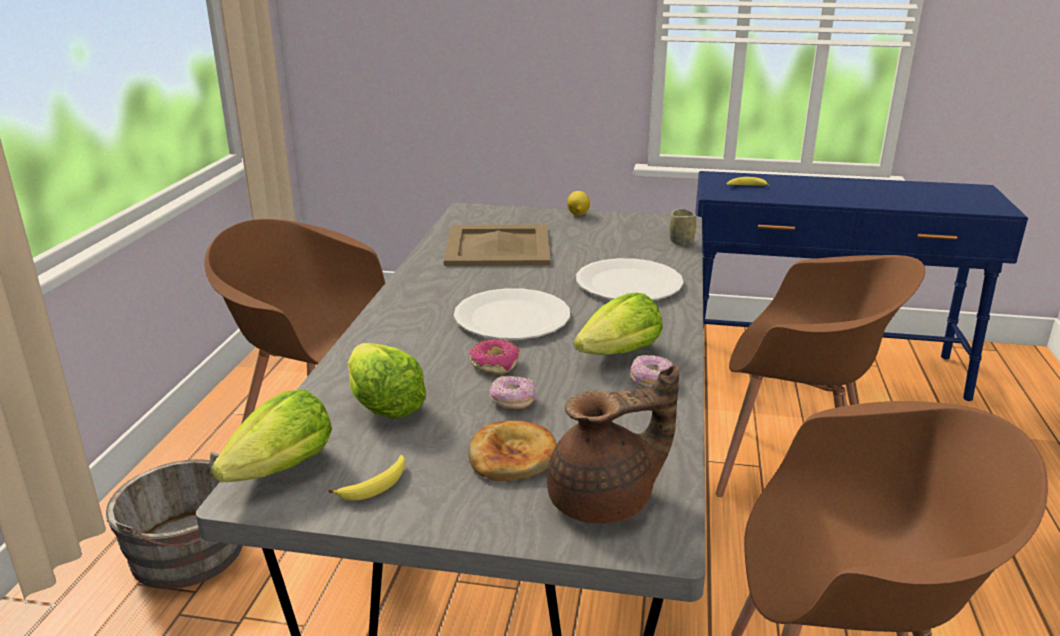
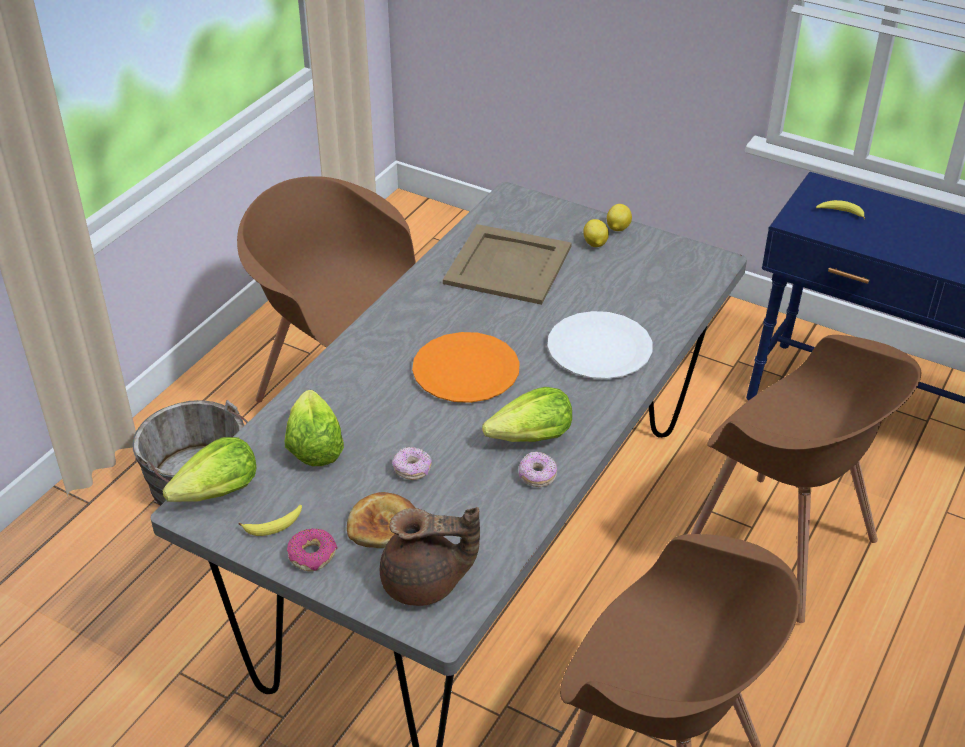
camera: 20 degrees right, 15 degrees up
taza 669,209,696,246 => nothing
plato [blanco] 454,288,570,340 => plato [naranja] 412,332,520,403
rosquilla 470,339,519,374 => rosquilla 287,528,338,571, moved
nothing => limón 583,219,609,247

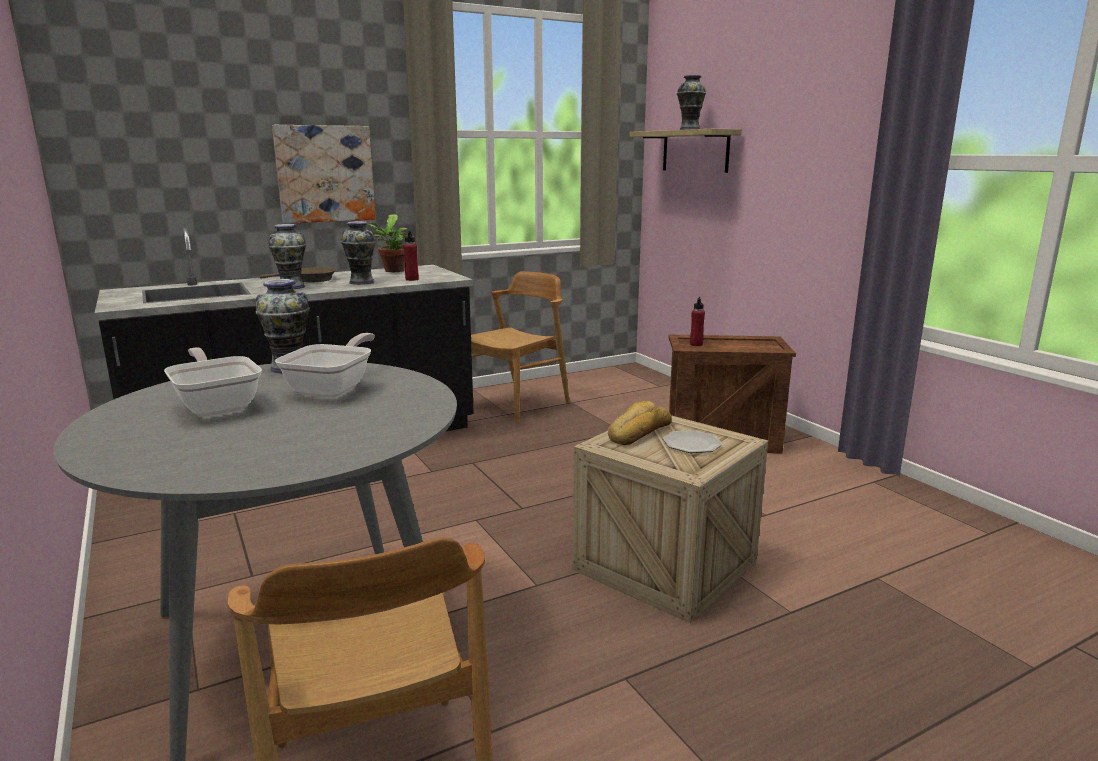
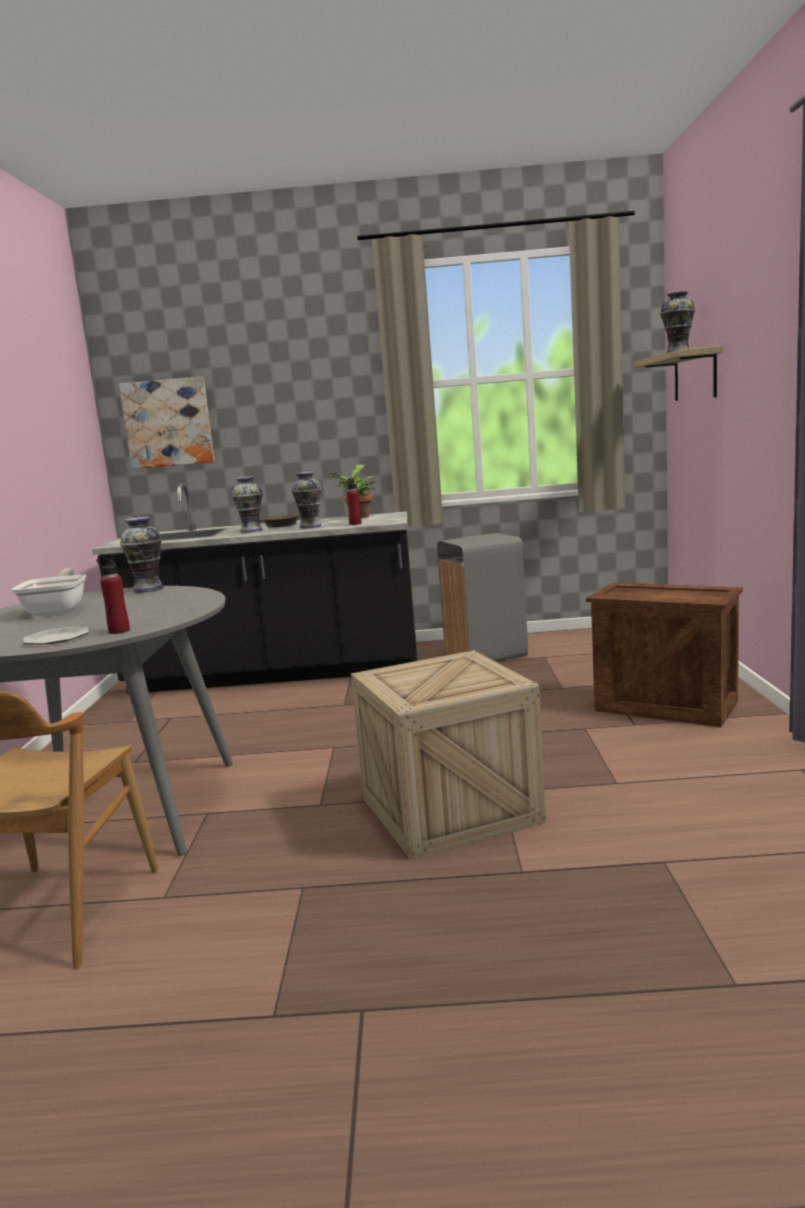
camera: 30 degrees right, 5 degrees down
cuadro 272,125,376,224 => cuadro 119,377,215,469, moved
silla [marrón] 471,271,569,425 => papelera [gris] 437,533,528,662
botella [rojo] 690,297,705,346 => botella [rojo] 97,556,130,634, moved
sartén 275,333,375,398 => nothing
pan 608,401,672,445 => nothing
plato 663,430,723,453 => plato 23,627,89,645, moved

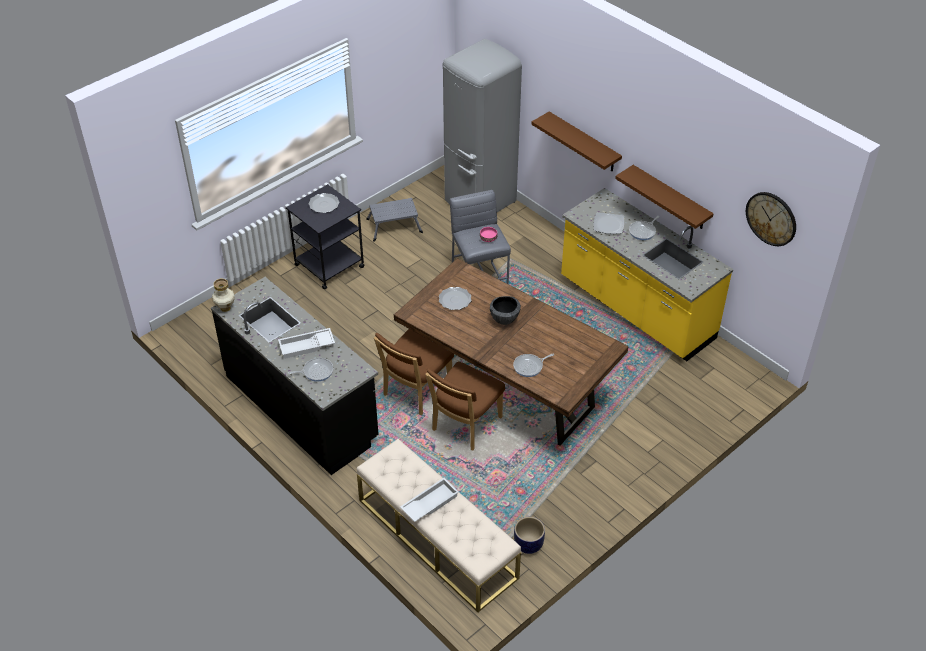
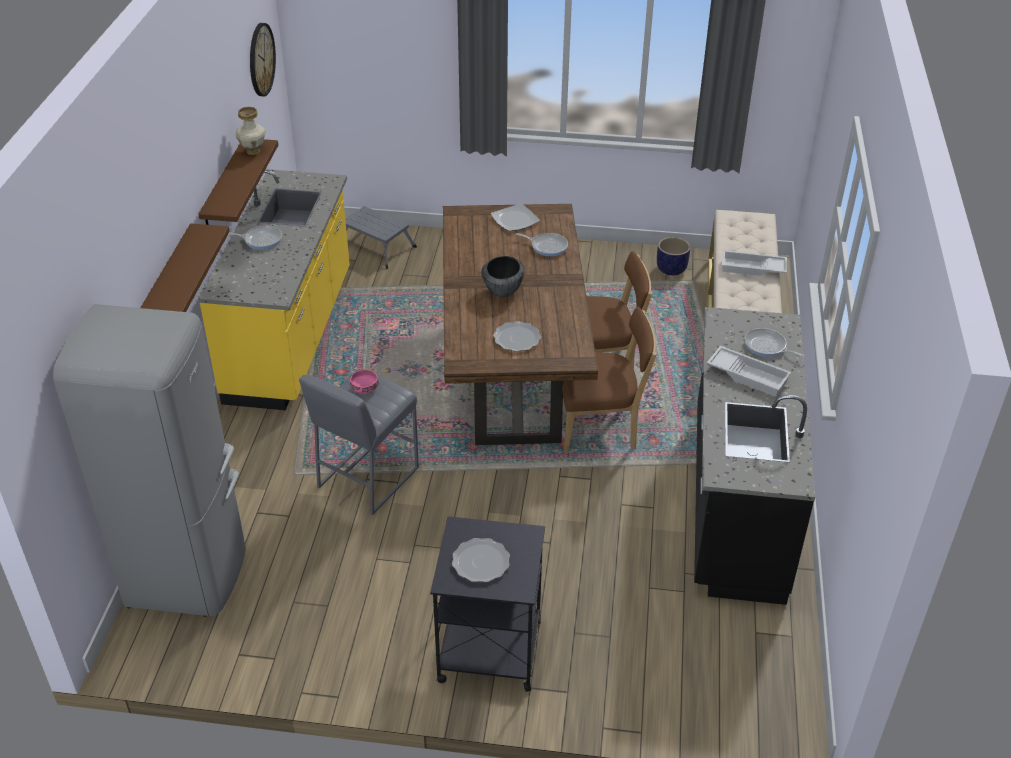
camera: 130 degrees left, 5 degrees down
escalera de tijera [gris] 366,198,423,242 => escalera de tijera [gris] 345,206,417,269, moved
plato 593,213,624,234 => plato 491,204,540,231, moved
florero 212,279,235,312 => florero 236,106,266,155, moved

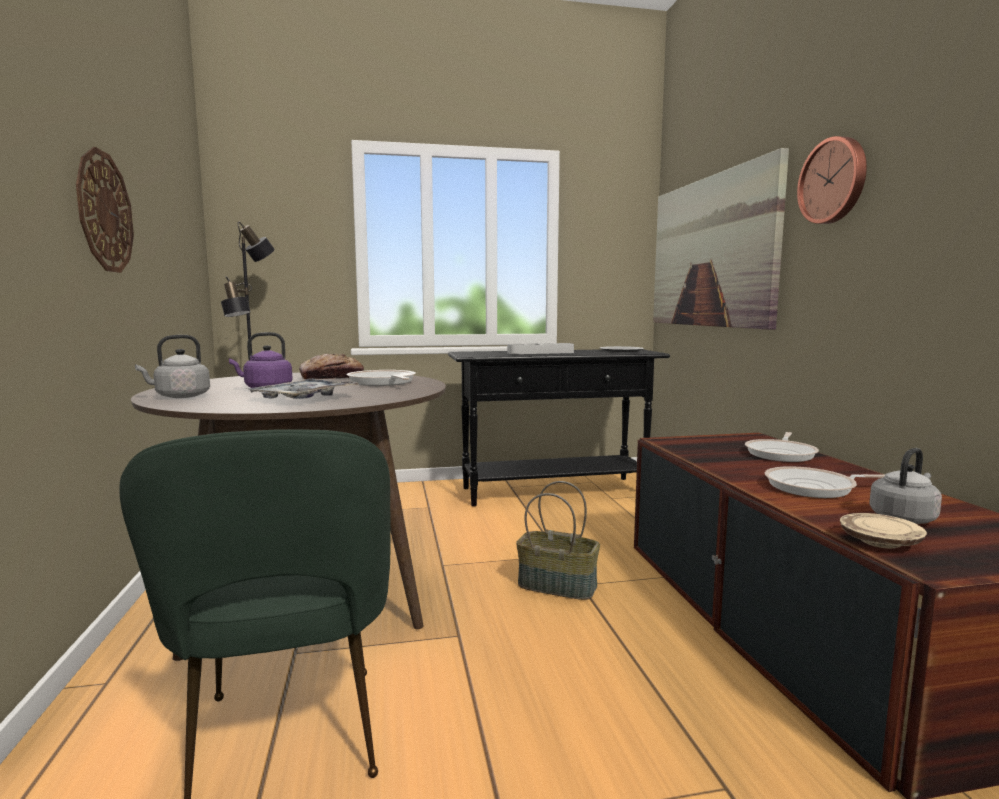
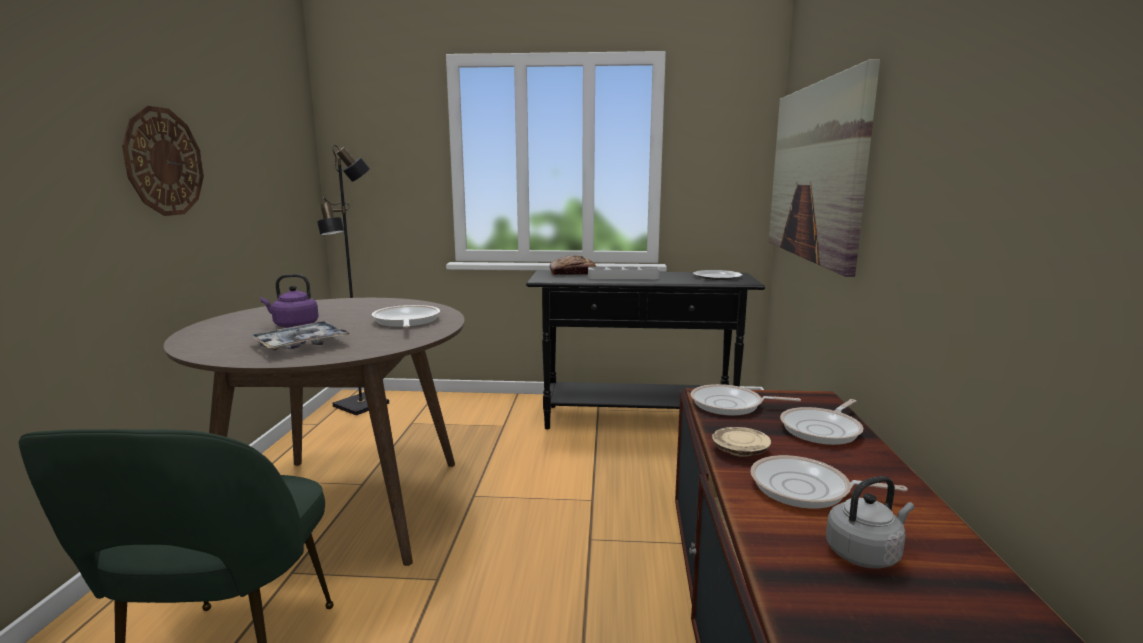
camera: 15 degrees right, 5 degrees up
reloj de pared 797,136,867,224 => nothing
hervidor [gris] 135,335,210,398 => nothing
pan 299,354,364,379 => pan 550,255,596,275, moved
cesta 516,481,600,600 => nothing
plato [beis] 840,513,927,548 => plato [beis] 712,427,771,457, moved
nothing => sartén 691,384,801,416

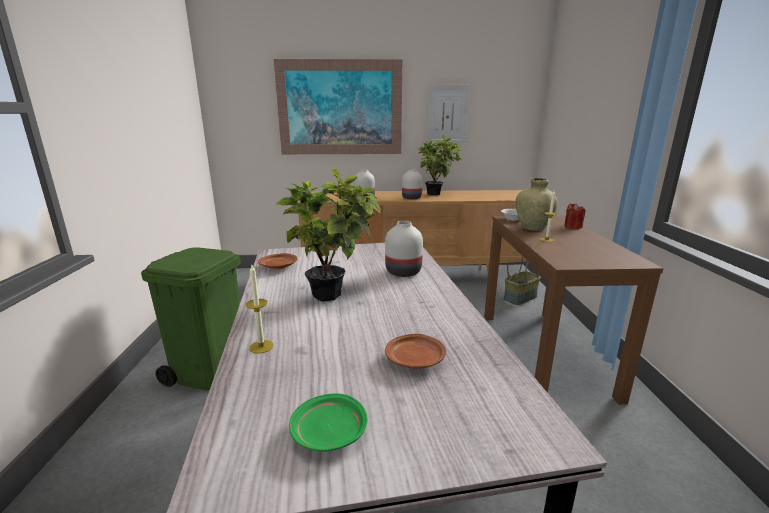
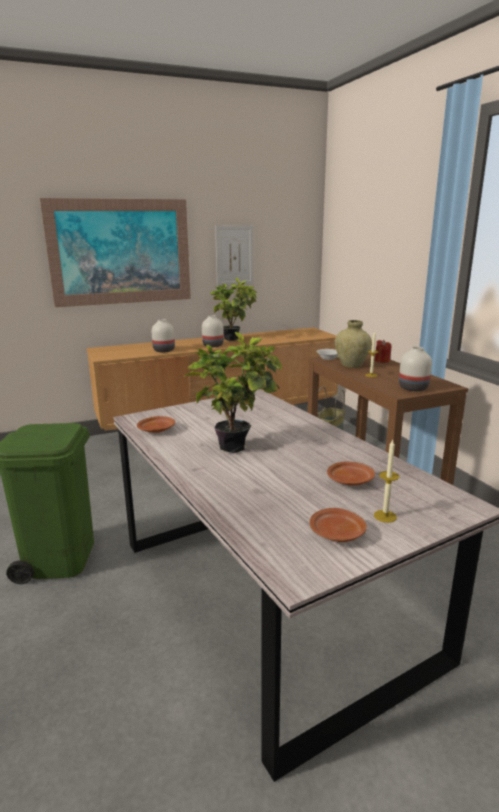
camera: 20 degrees left, 0 degrees up
florero [blanco] 385,221,423,277 => florero [blanco] 399,347,432,391, moved
vela 245,265,274,354 => vela 374,440,399,523, moved
plato [verde] 289,393,368,451 => plato [marrón] 310,508,367,542

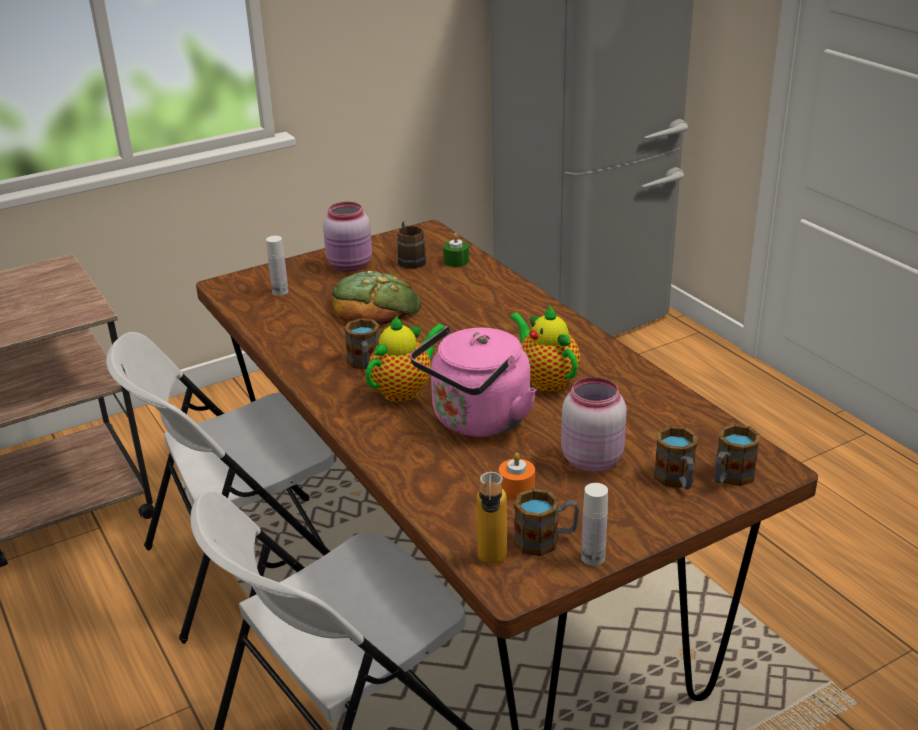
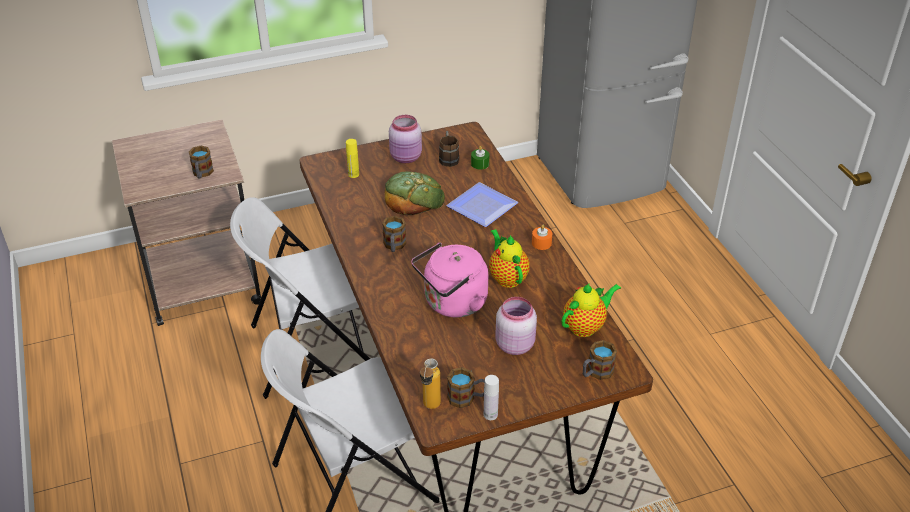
camera: 10 degrees right, 10 degrees up
botella [blanco] 266,236,289,296 => botella [amarillo] 346,139,359,178
tetera 365,315,445,402 => tetera 561,283,621,337, moved
taza grande 654,426,697,489 => taza grande 189,146,214,179, moved
vela [naranja] 499,453,535,500 => vela [naranja] 532,225,552,250, moved
nothing => plato 446,182,518,227

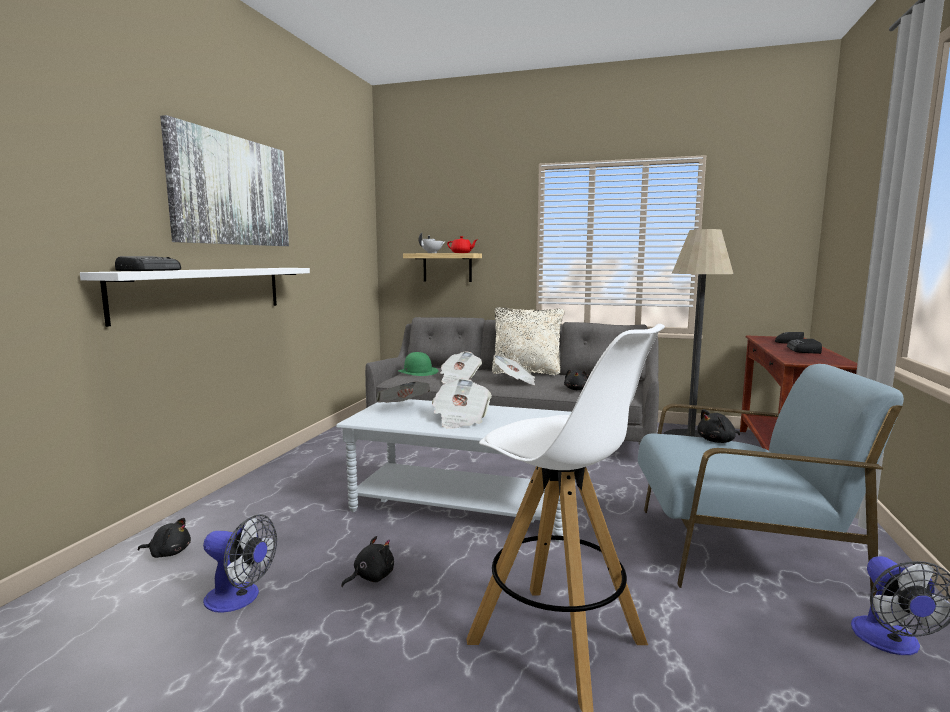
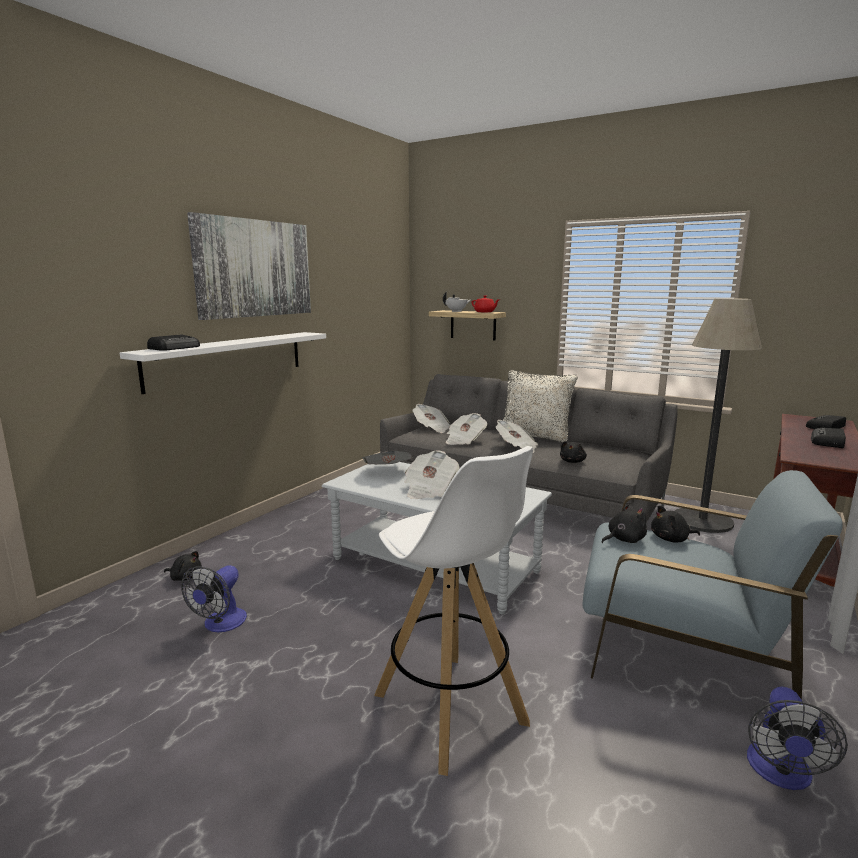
camera: 15 degrees right, 5 degrees up
sombrero [verde] 398,352,438,376 => periódico 413,404,450,433
ventilador 203,514,277,613 => ventilador 181,565,247,632, 75 degrees clockwise
peluche [negro] 341,536,394,587 => peluche [negro] 601,504,647,543, moved

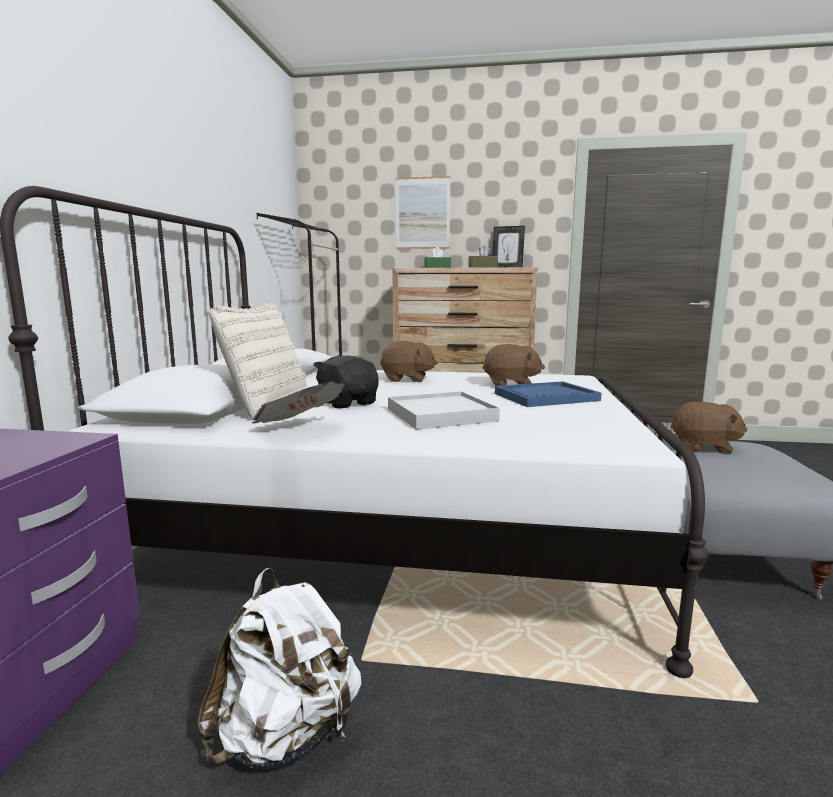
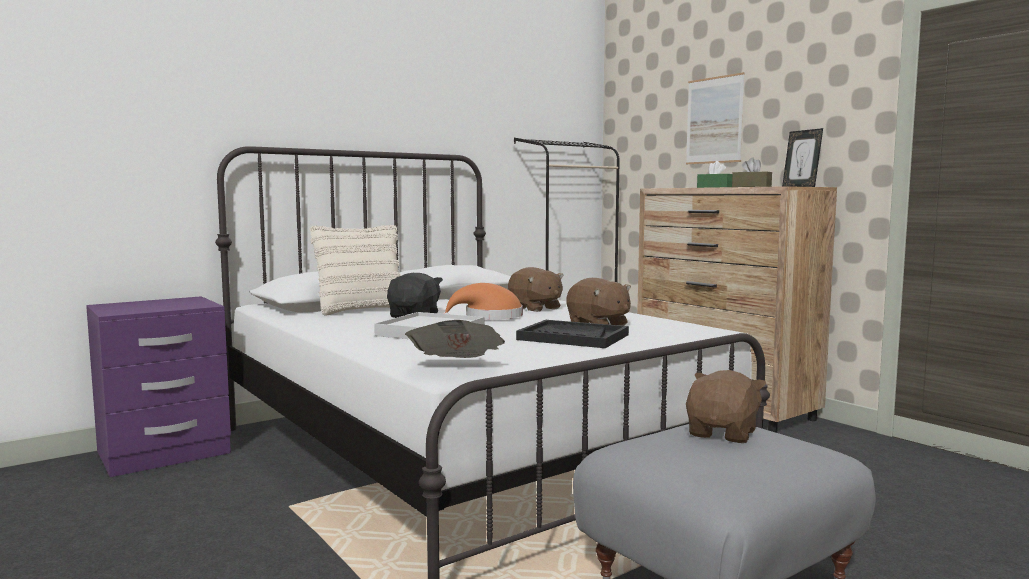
camera: 45 degrees right, 5 degrees down
periódico 252,381,345,424 => periódico 405,320,505,358, moved
bandeja [azul] 495,381,602,407 => bandeja [negro] 516,320,629,348
peluche [marrón] 671,402,748,453 => peluche [marrón] 686,370,767,443, 120 degrees counterclockwise
mochila [blanco] 197,568,362,769 => nothing
nothing => sombrero [naranja] 443,283,523,319

